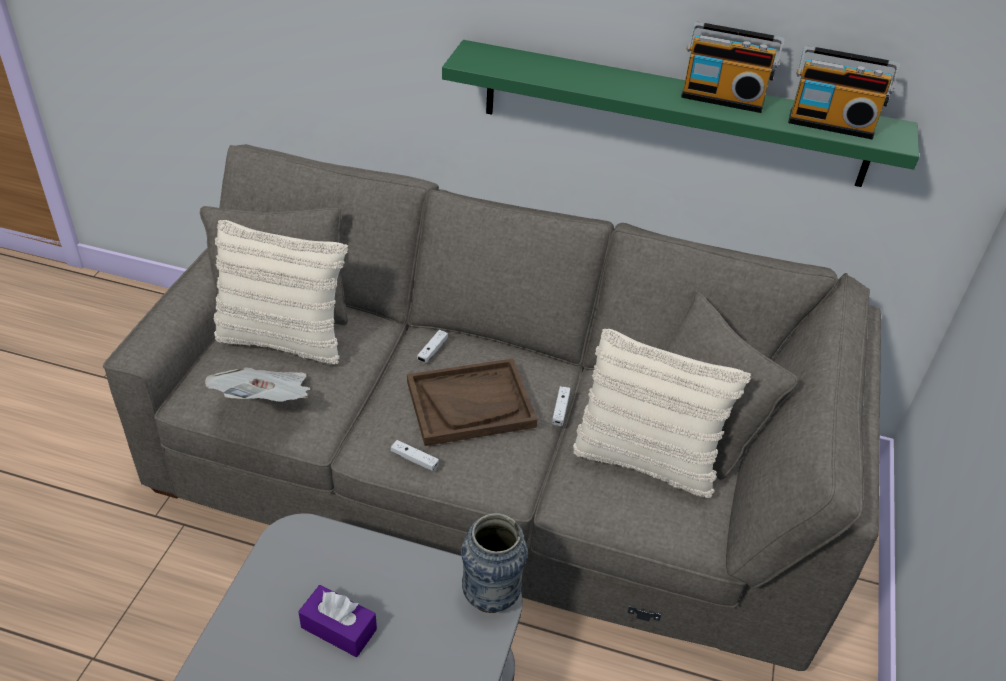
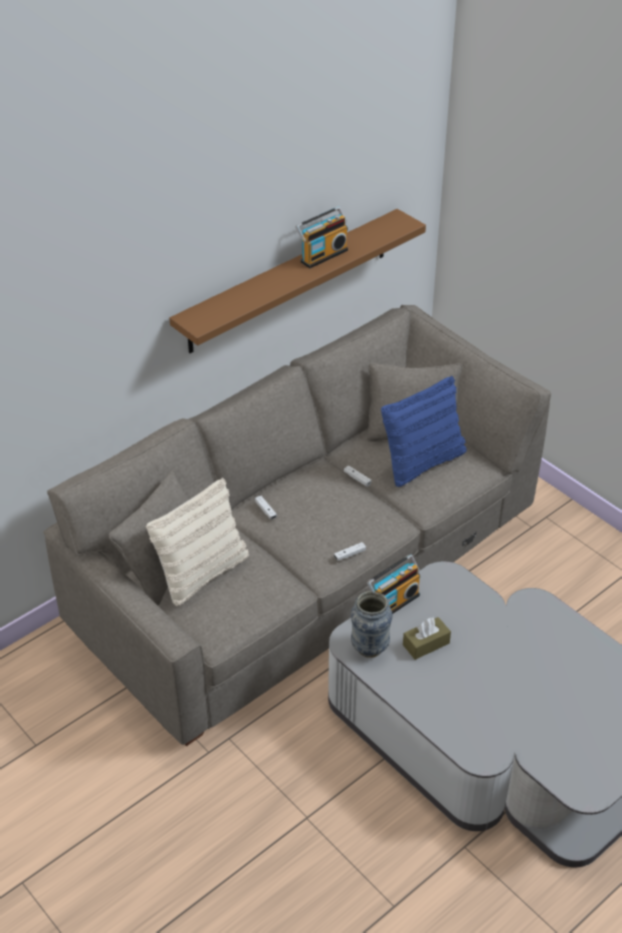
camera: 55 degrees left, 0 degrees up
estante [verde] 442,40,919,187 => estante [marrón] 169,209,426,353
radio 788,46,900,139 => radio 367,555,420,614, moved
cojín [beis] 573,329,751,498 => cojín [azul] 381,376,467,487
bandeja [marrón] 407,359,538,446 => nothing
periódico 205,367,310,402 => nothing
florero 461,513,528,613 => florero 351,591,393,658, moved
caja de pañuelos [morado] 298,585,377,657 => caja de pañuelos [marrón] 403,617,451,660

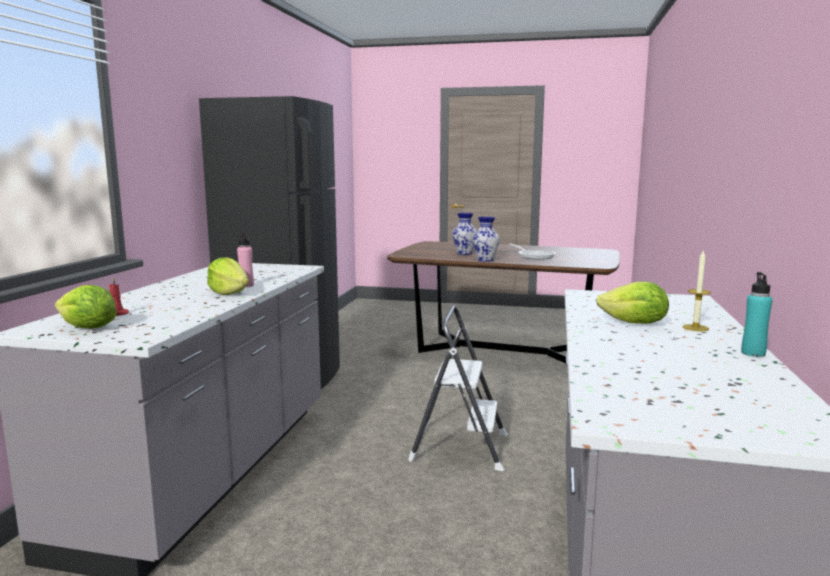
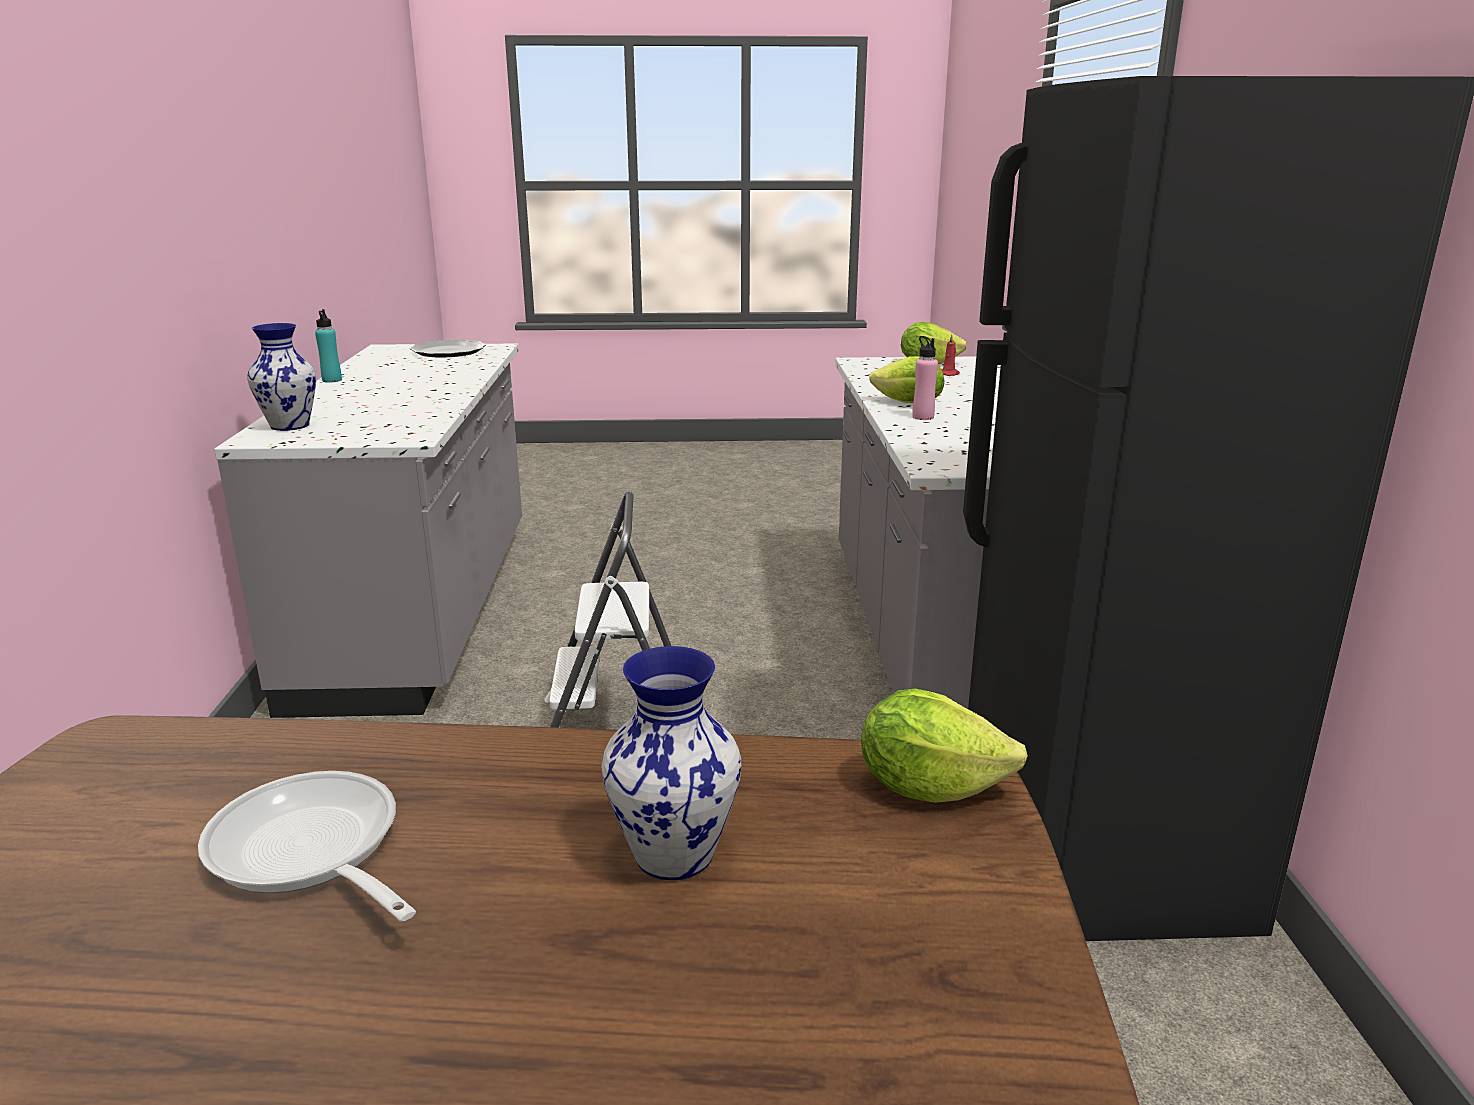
camera: 165 degrees right, 10 degrees up
florero 472,217,500,262 => florero 247,323,316,431, moved
vela 683,251,711,331 => nothing
lechuga 596,281,669,324 => lechuga 861,689,1028,803, moved
nothing => plato 410,339,486,358

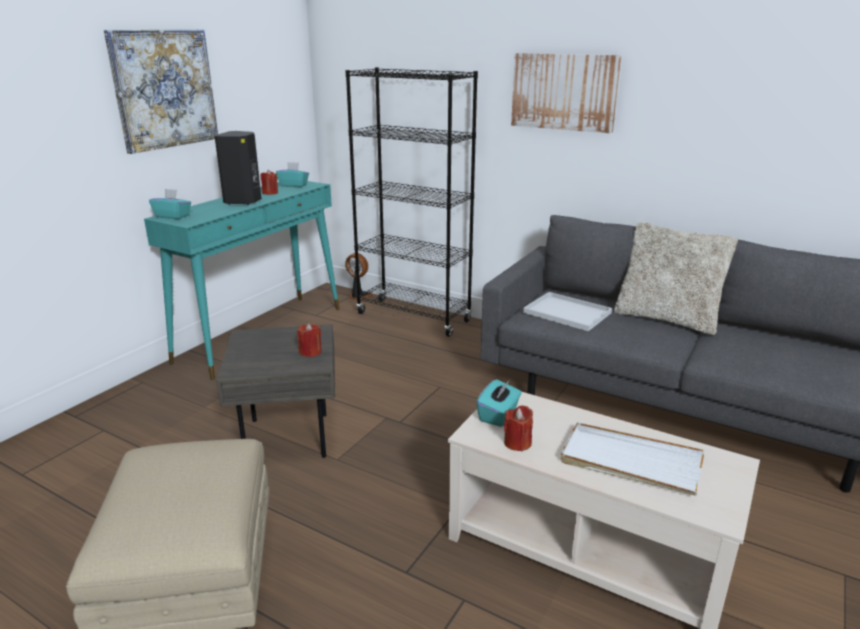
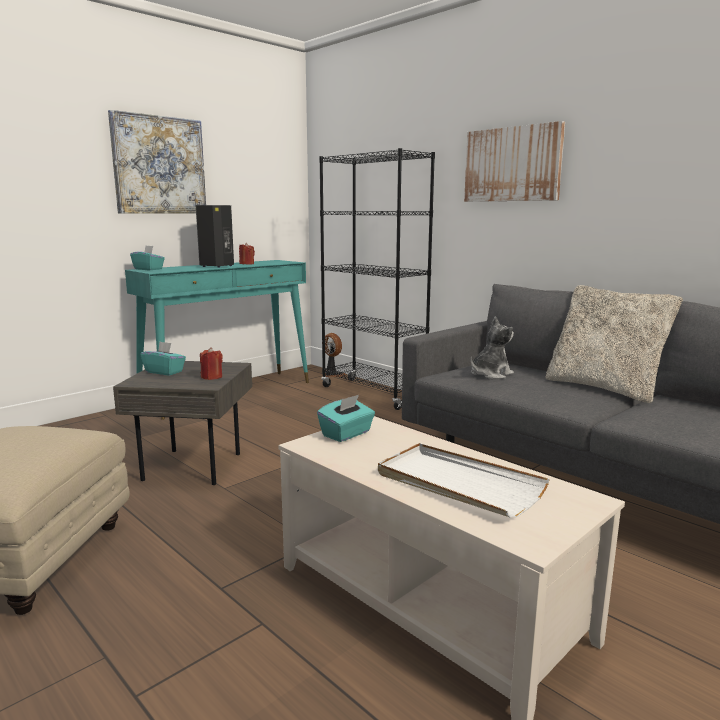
camera: 15 degrees right, 10 degrees down
caja de pañuelos [turquesa] 276,162,309,187 => caja de pañuelos [turquesa] 140,342,186,375, moved
bandeja [blanco] 523,292,612,331 => peluche 471,316,514,379
vela [rojo] 504,405,533,452 => nothing

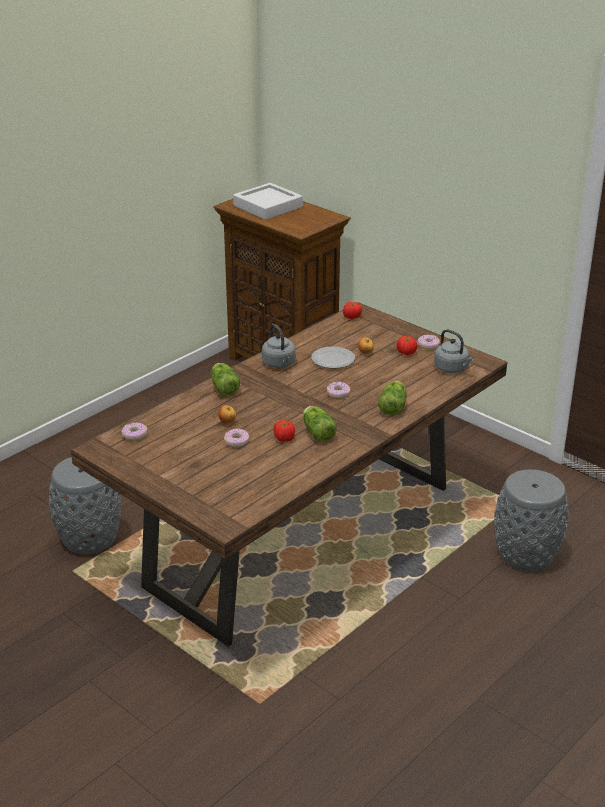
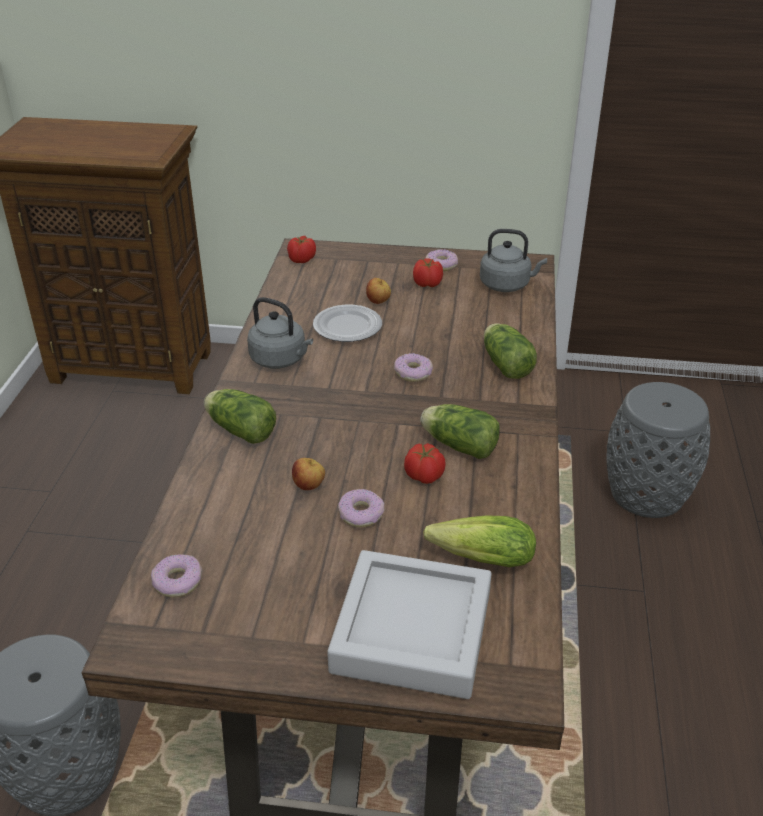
camera: 35 degrees left, 5 degrees up
bandeja [gris] 233,183,303,220 => bandeja [gris] 327,550,492,699, moved
nothing => lechuga 423,515,536,567

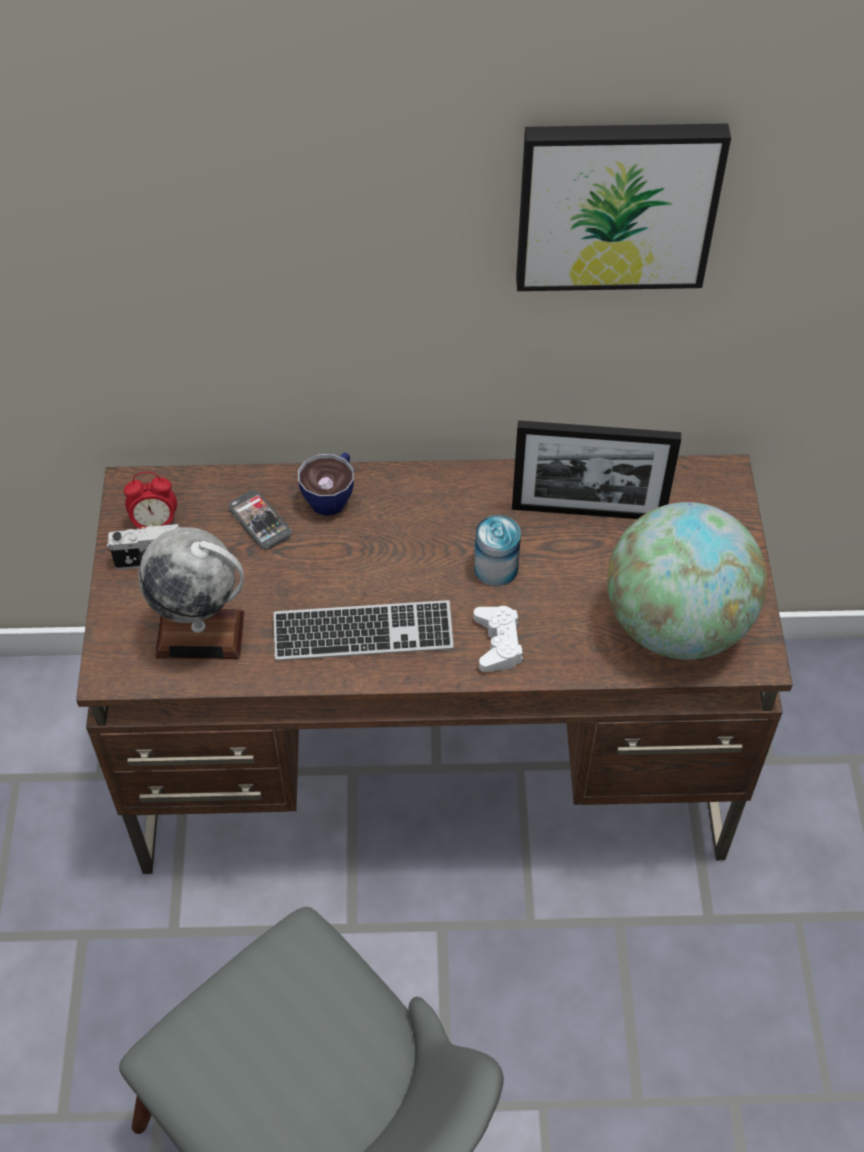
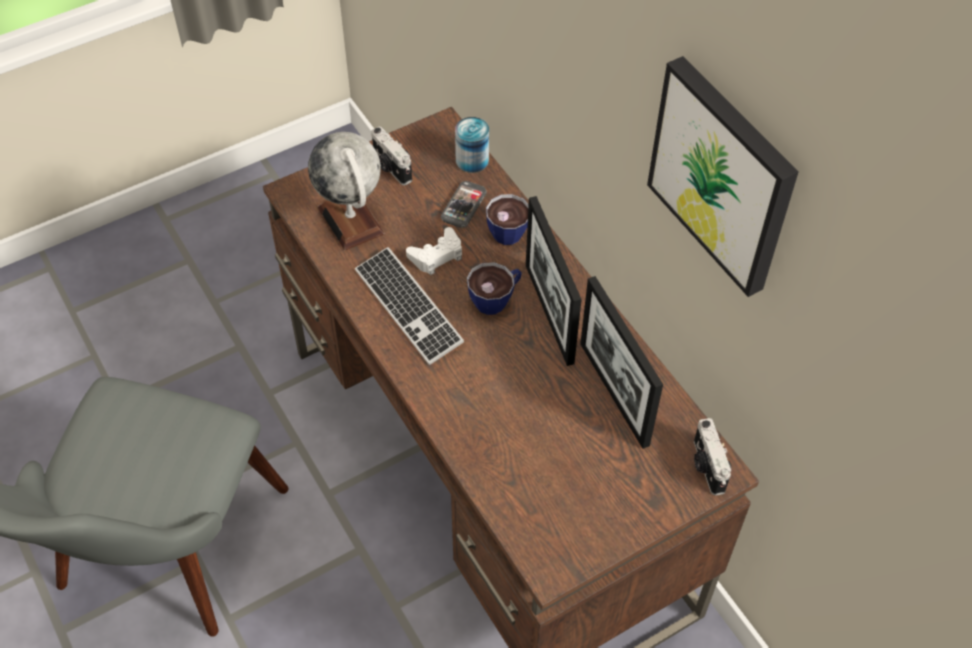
camera: 60 degrees right, 0 degrees up
despertador 124,472,177,529 => nothing
globo terráqueo 607,502,767,659 => nothing
lata 474,515,521,587 => lata 455,117,489,173, moved
mando de consola [blanco] 473,606,523,672 => mando de consola [blanco] 406,227,462,275, moved
nothing => portarretratos 526,196,582,366
nothing => taza 467,262,522,315
nothing => cámara 694,418,731,496

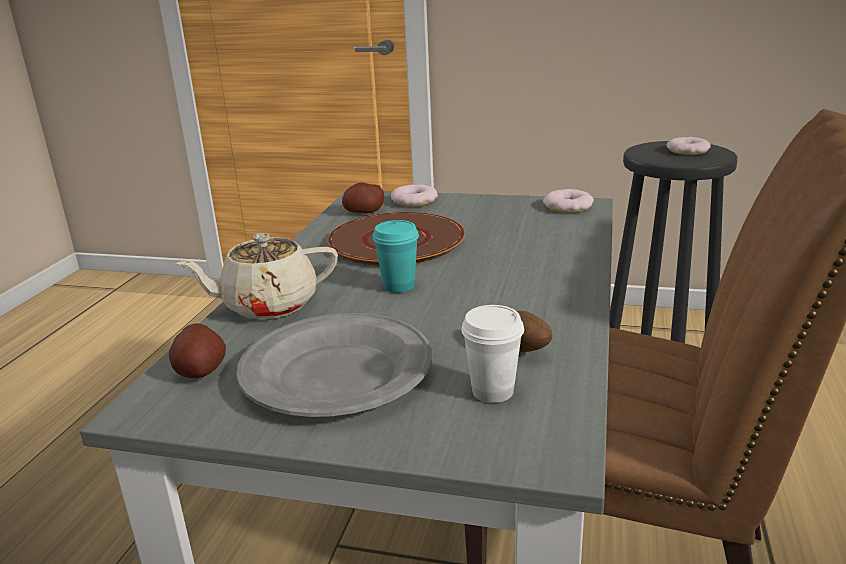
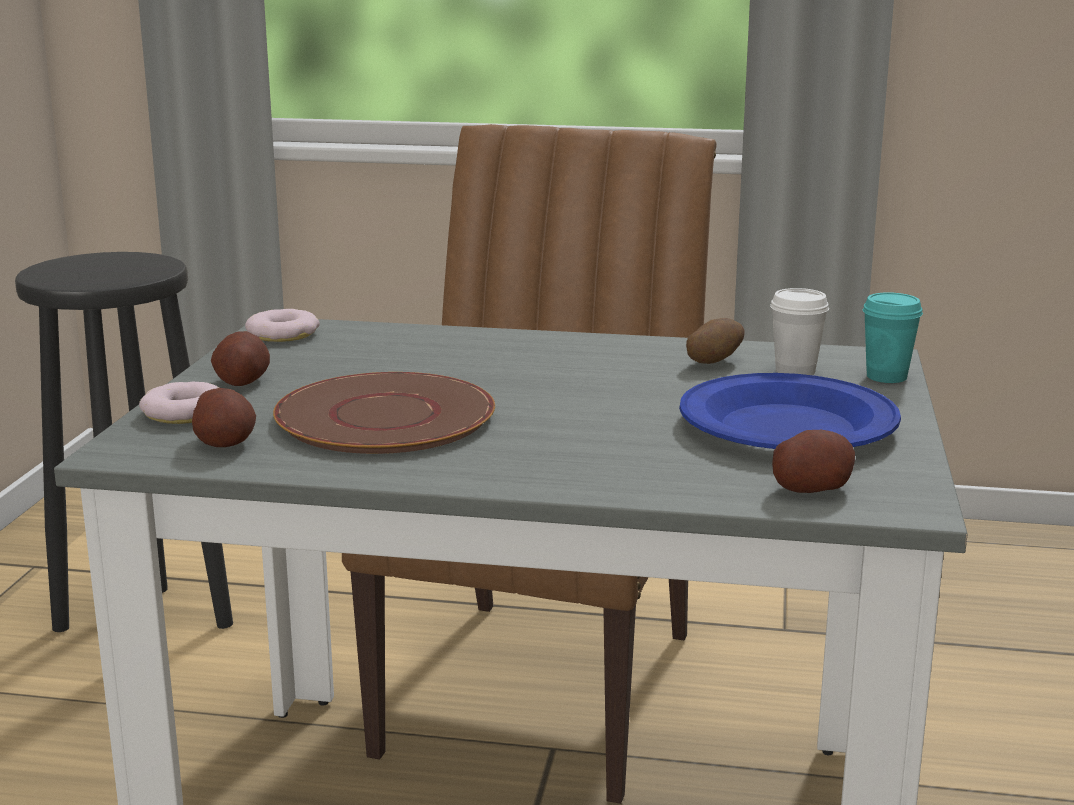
camera: 95 degrees left, 5 degrees down
rosquilla 667,137,711,155 => nothing
taza [turquesa] 372,220,419,293 => taza [turquesa] 863,292,923,383, moved
tetera [beis] 175,233,338,319 => nothing
plato [gris] 237,313,432,417 => plato [azul] 679,373,901,449
nothing => patata 211,331,270,386

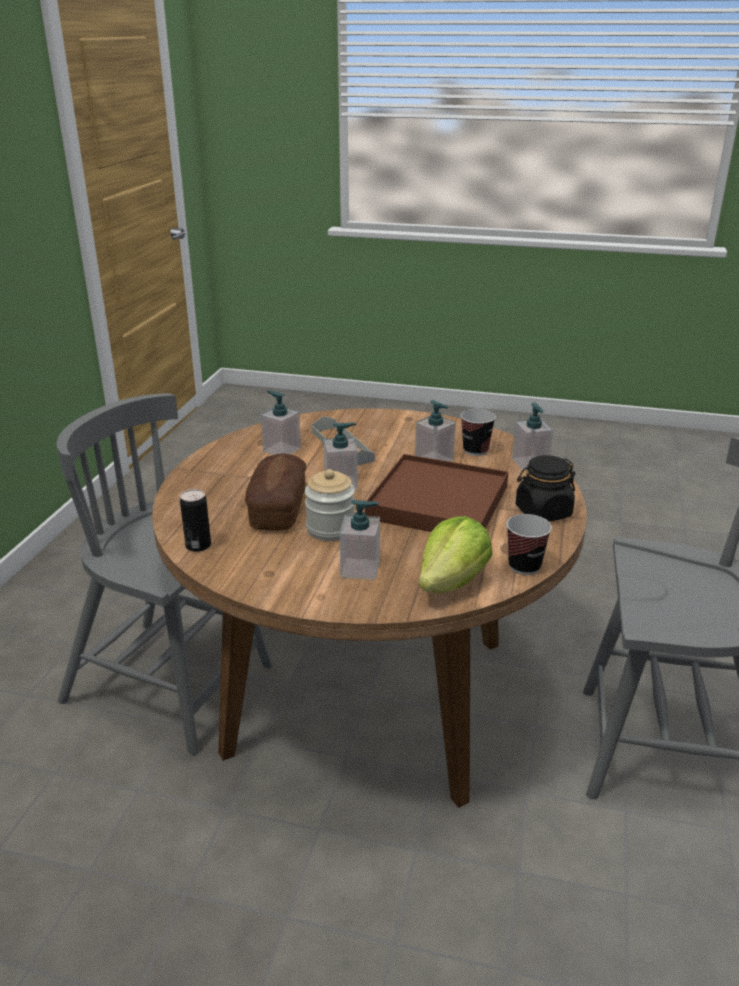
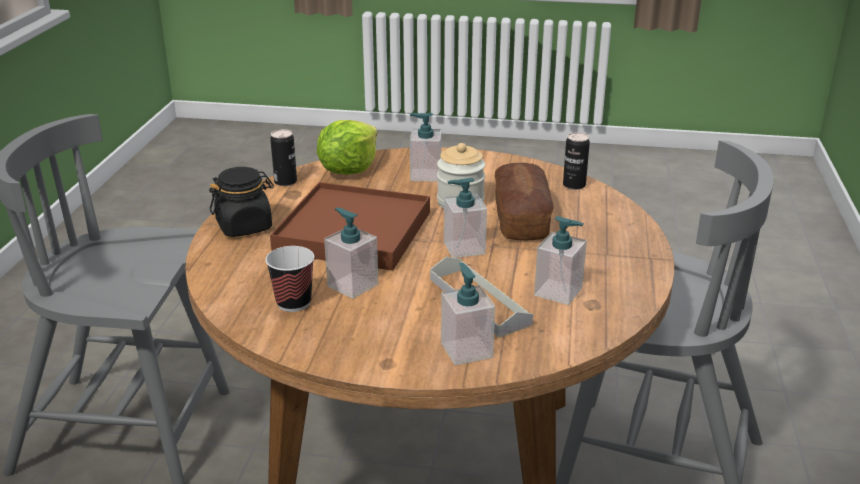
camera: 175 degrees right, 0 degrees up
dispensador de jabón 512,403,553,470 => dispensador de jabón 441,262,495,366, moved
taza 507,514,552,575 => lata 270,129,297,186

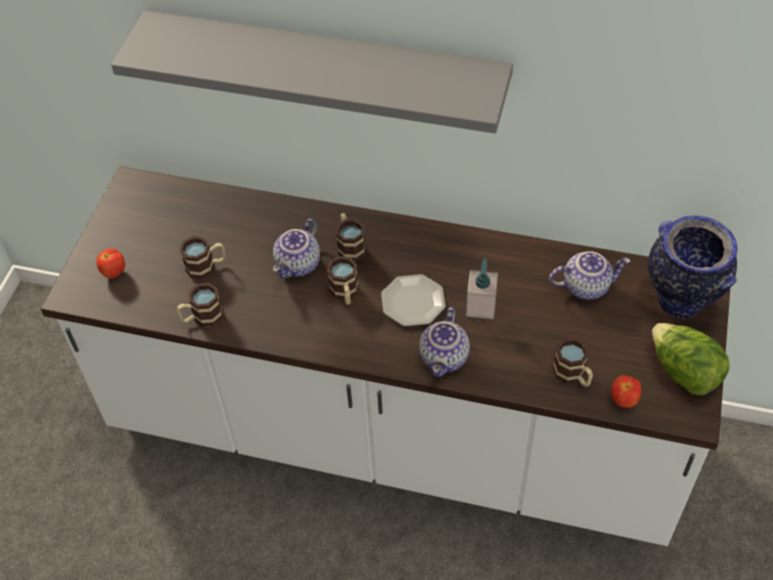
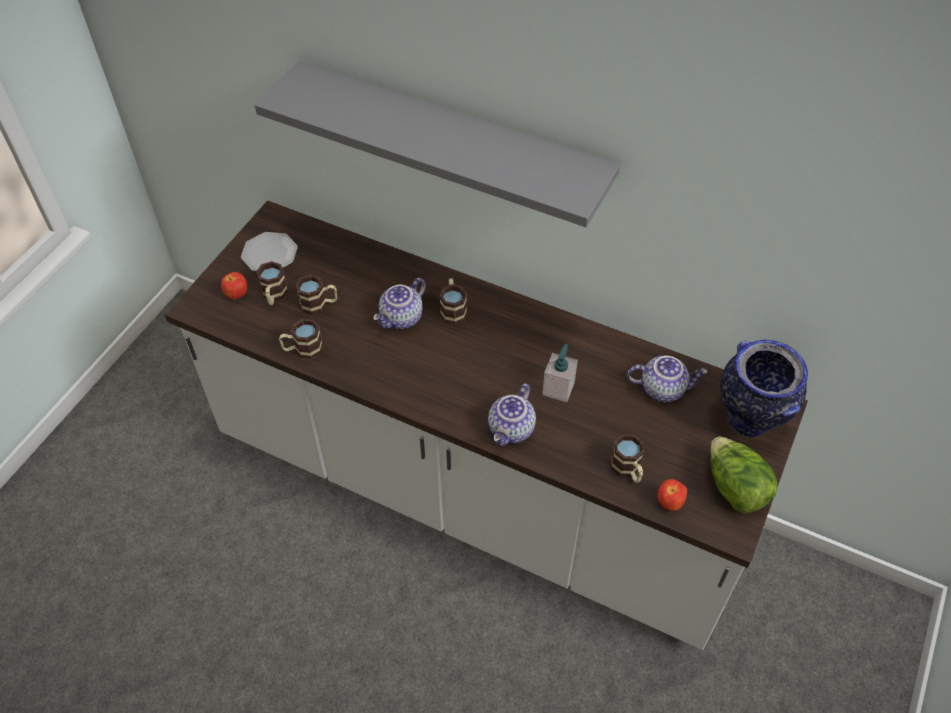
camera: 10 degrees right, 0 degrees up
taza grande 327,256,359,305 => taza grande 256,261,288,305, moved
plato 381,274,446,326 => plato 241,232,298,271, moved

